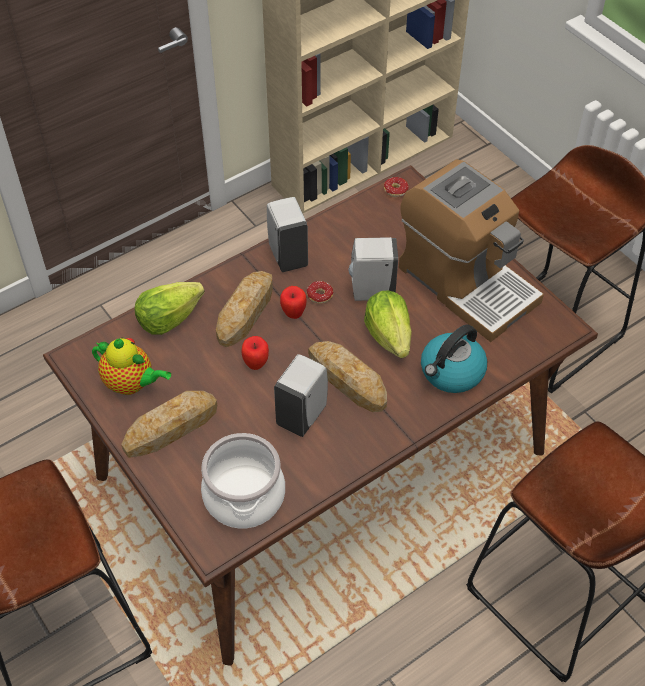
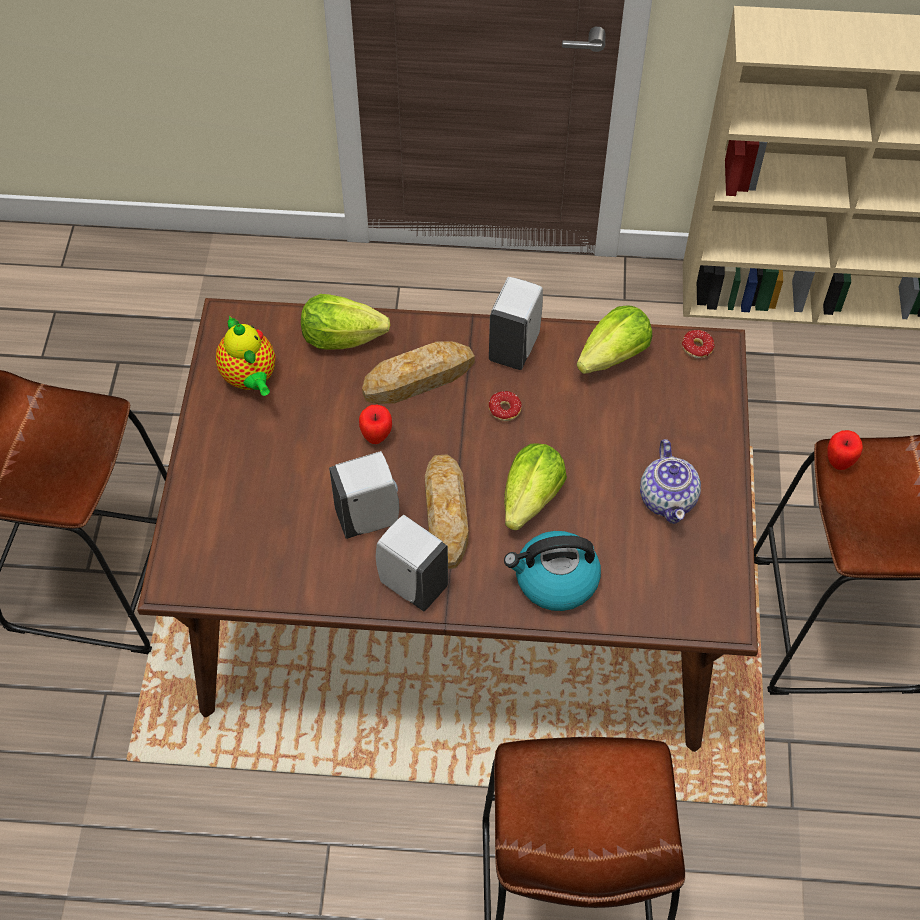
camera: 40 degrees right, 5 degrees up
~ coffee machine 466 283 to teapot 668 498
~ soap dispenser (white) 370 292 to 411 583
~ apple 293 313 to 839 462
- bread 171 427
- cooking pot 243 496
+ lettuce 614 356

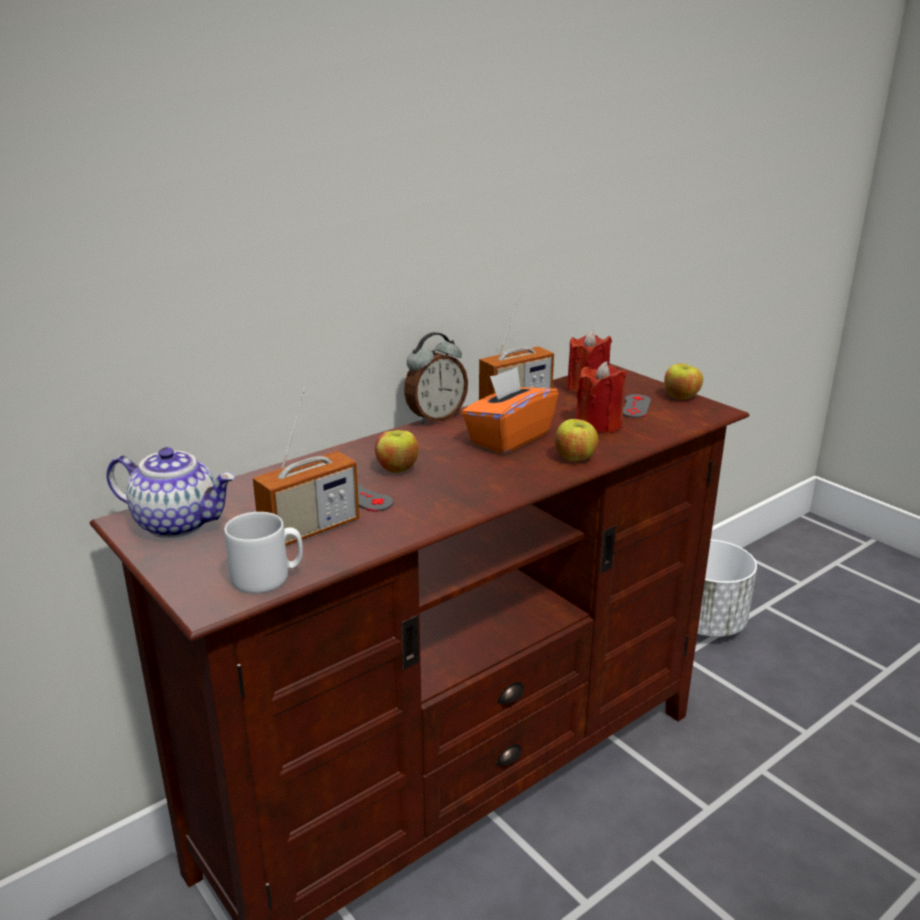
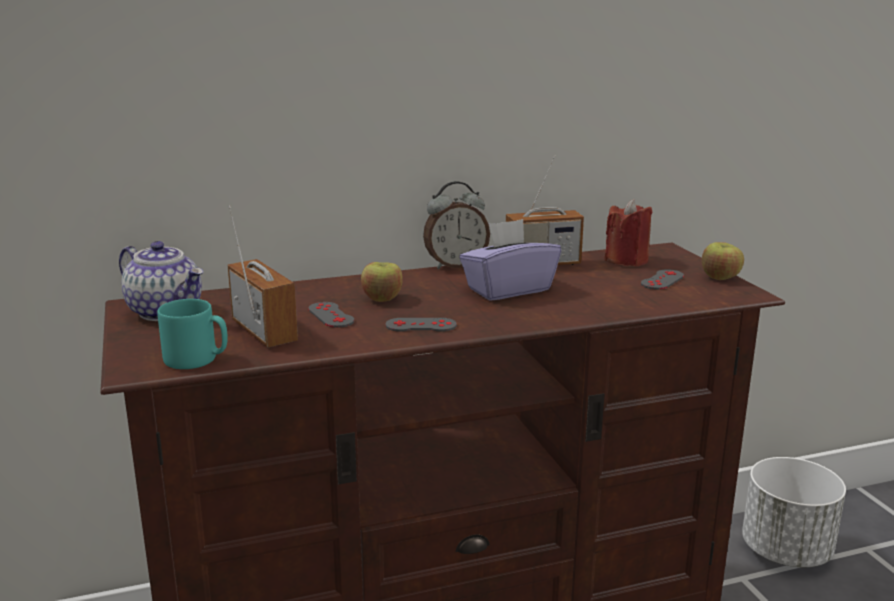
camera: 20 degrees right, 5 degrees down
- candle (red) 599 425
~ tissue box (orange) 508 438 to tissue box (purple) 508 289
~ radio 310 529 = 264 332 105 degrees counterclockwise
- apple 575 458
~ mug (grey) 268 578 to mug (turquoise) 197 360
+ game controller (grey) 421 325

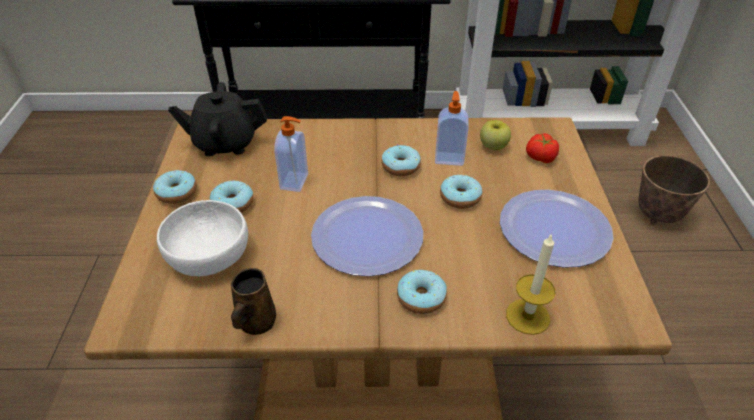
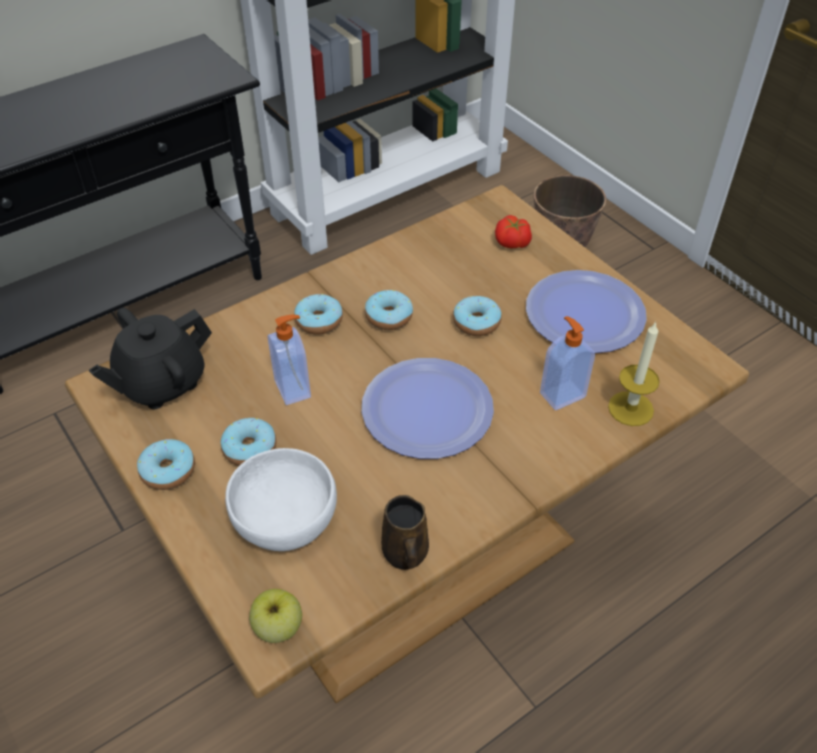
camera: 35 degrees left, 5 degrees up
~ soap dispenser 449 158 to 561 394
~ apple 493 146 to 278 627
~ donut 421 297 to 319 321

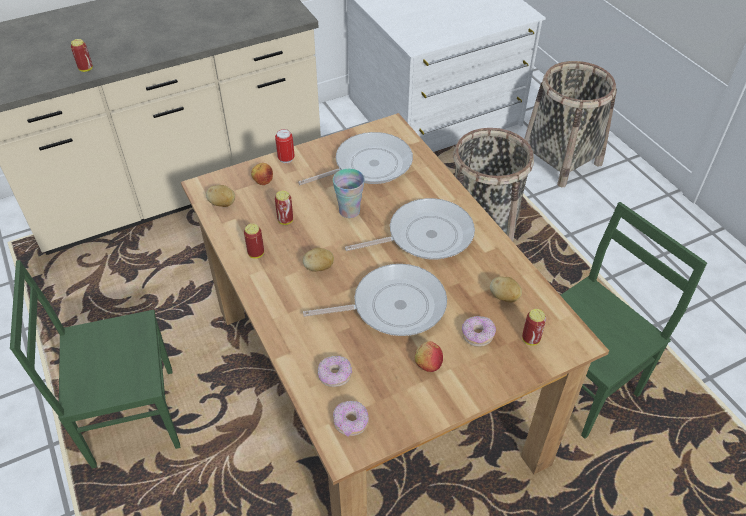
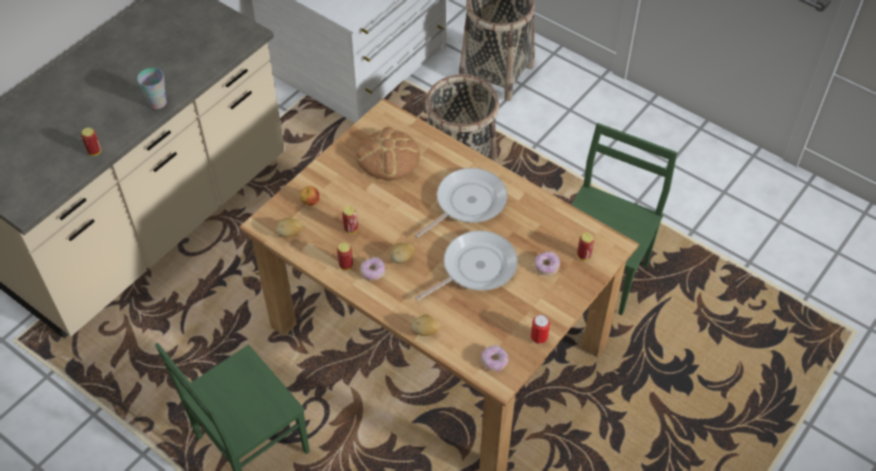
camera: 25 degrees left, 5 degrees up
~ can 286 159 to 539 338
~ frying pan 368 165 to bread 388 156
~ cup 349 211 to 157 103
~ potato 504 297 to 425 331
- apple 428 363
~ donut 334 376 to 373 272

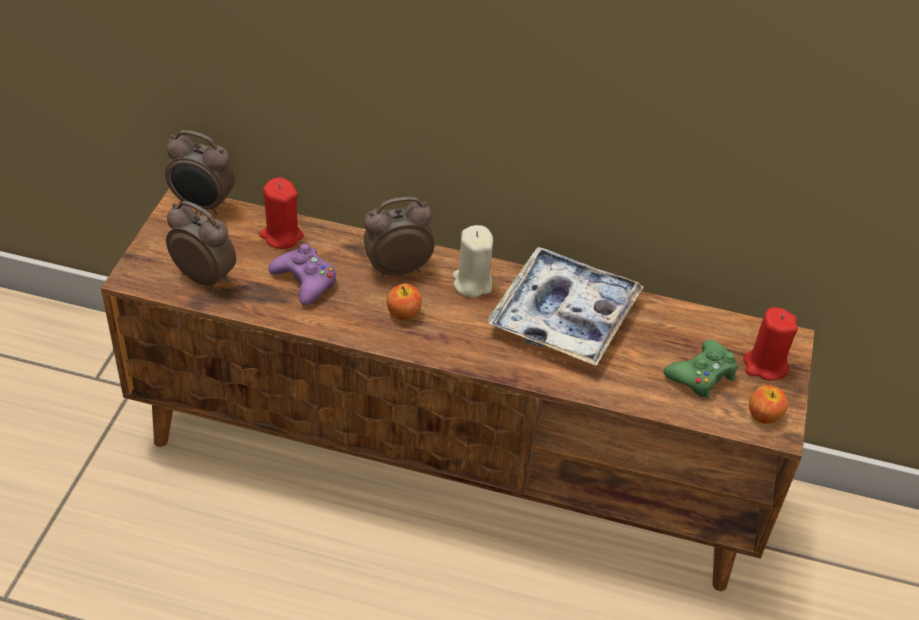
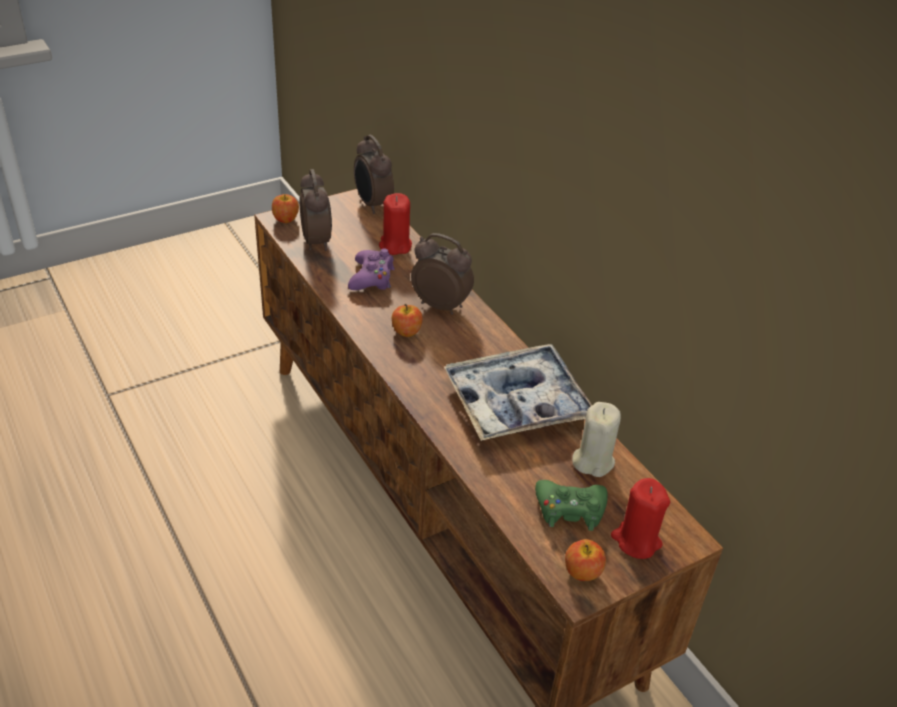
camera: 45 degrees right, 5 degrees down
~ candle (beige) 472 283 to 593 461
+ apple 286 219

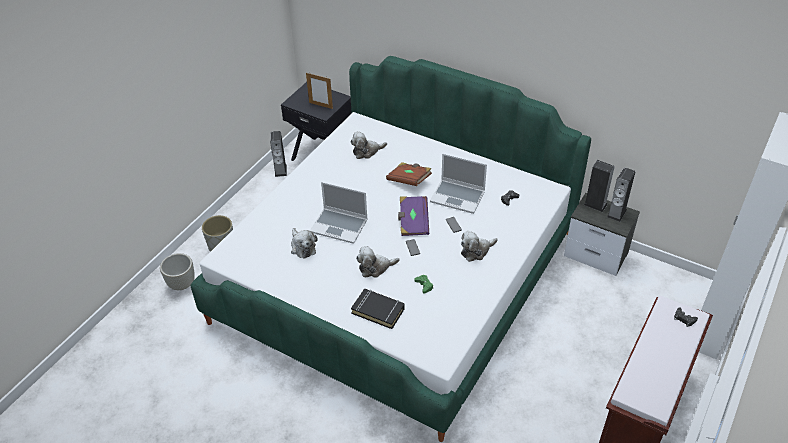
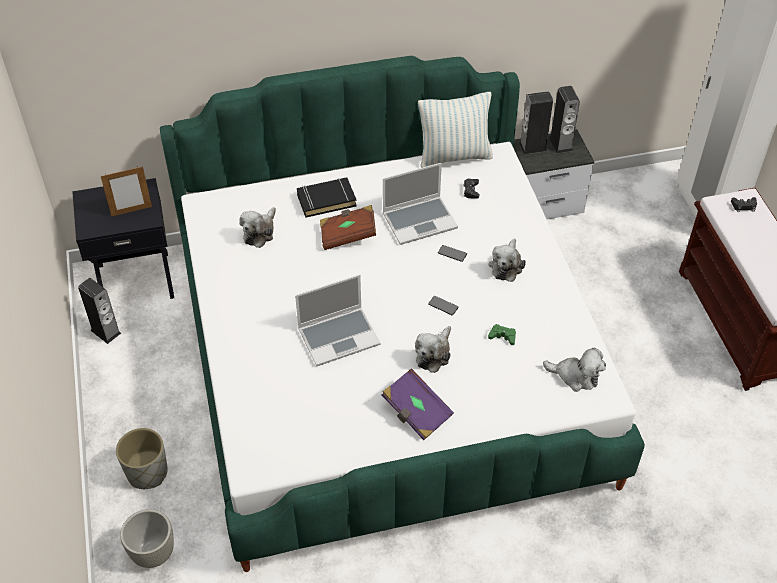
camera: 45 degrees left, 5 degrees up
~ book (purple) 413 222 to 416 412
~ plush toy 302 247 to 576 376
~ book (black) 378 311 to 326 200
+ pillow 454 156

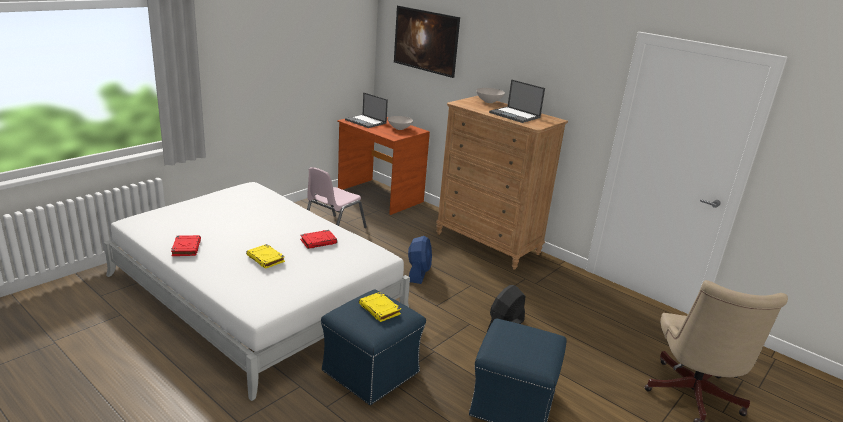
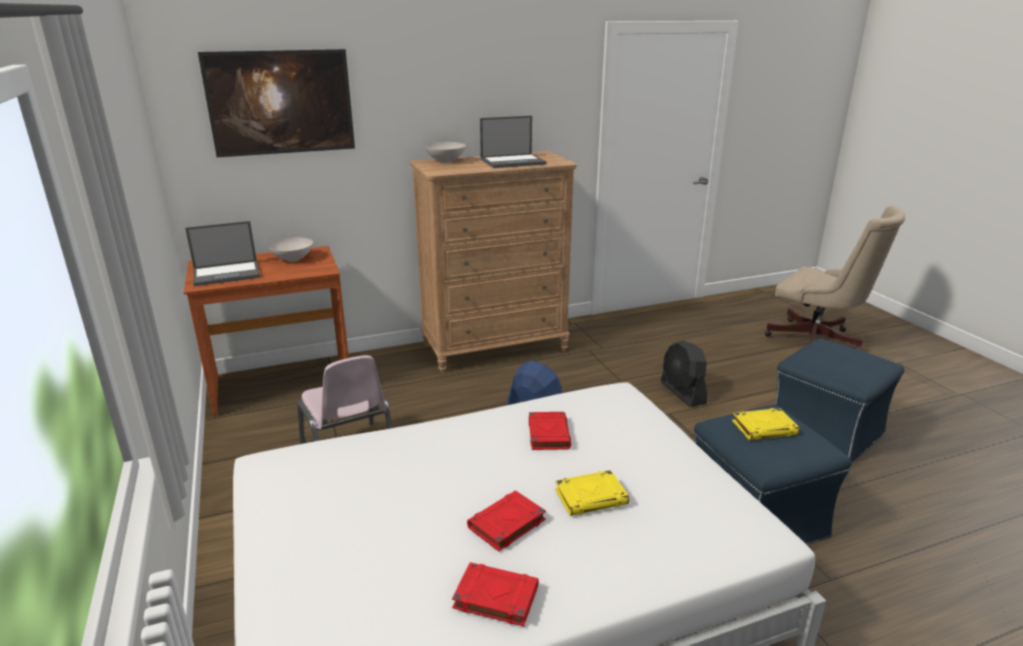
camera: 60 degrees left, 0 degrees up
+ book (red) 506 524

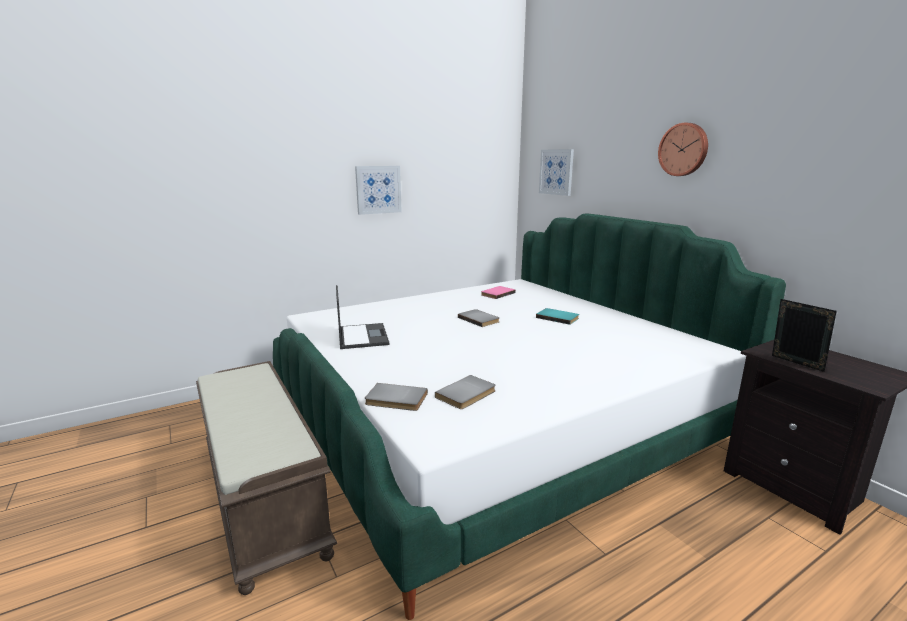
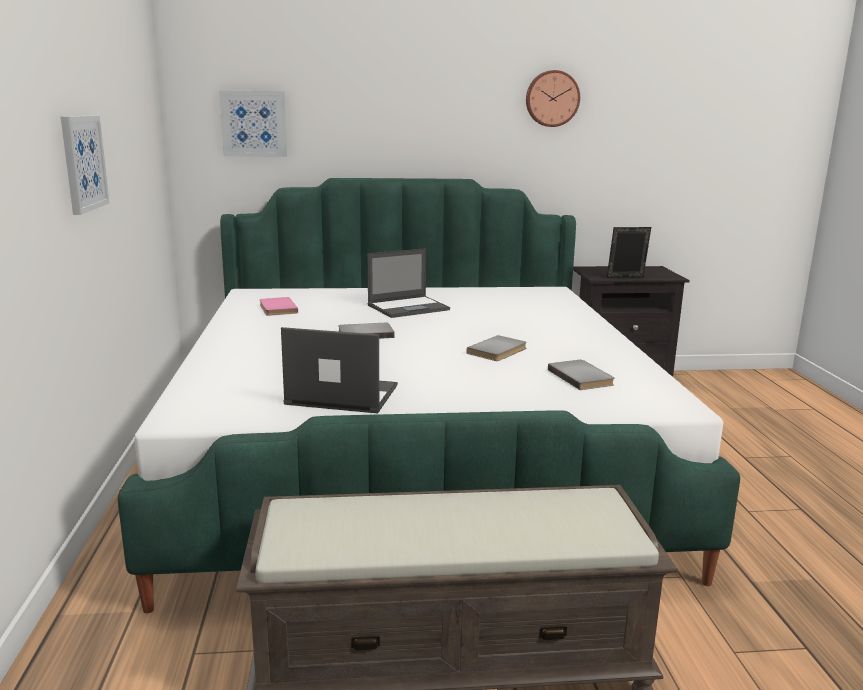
camera: 65 degrees left, 0 degrees up
~ wall clock 684 149 to 552 98
~ book (turquoise) 558 317 to laptop 409 307
~ book (grey) 395 400 to 499 351

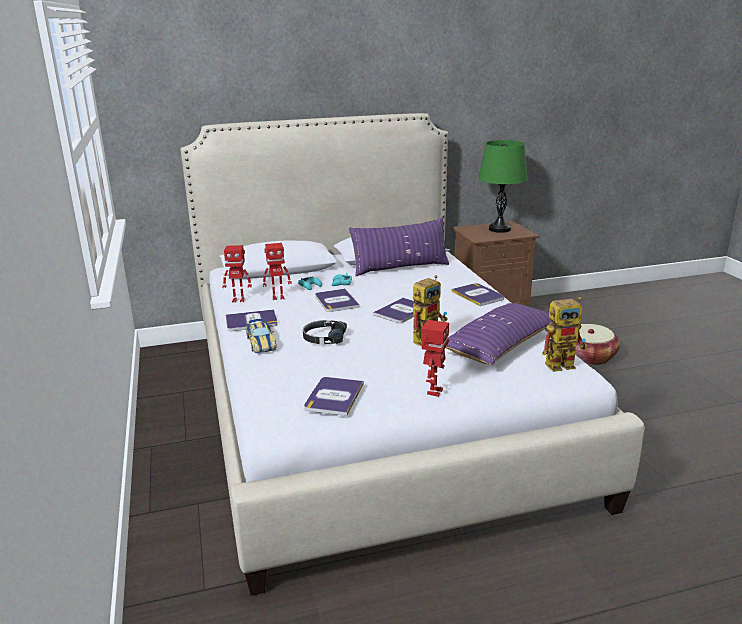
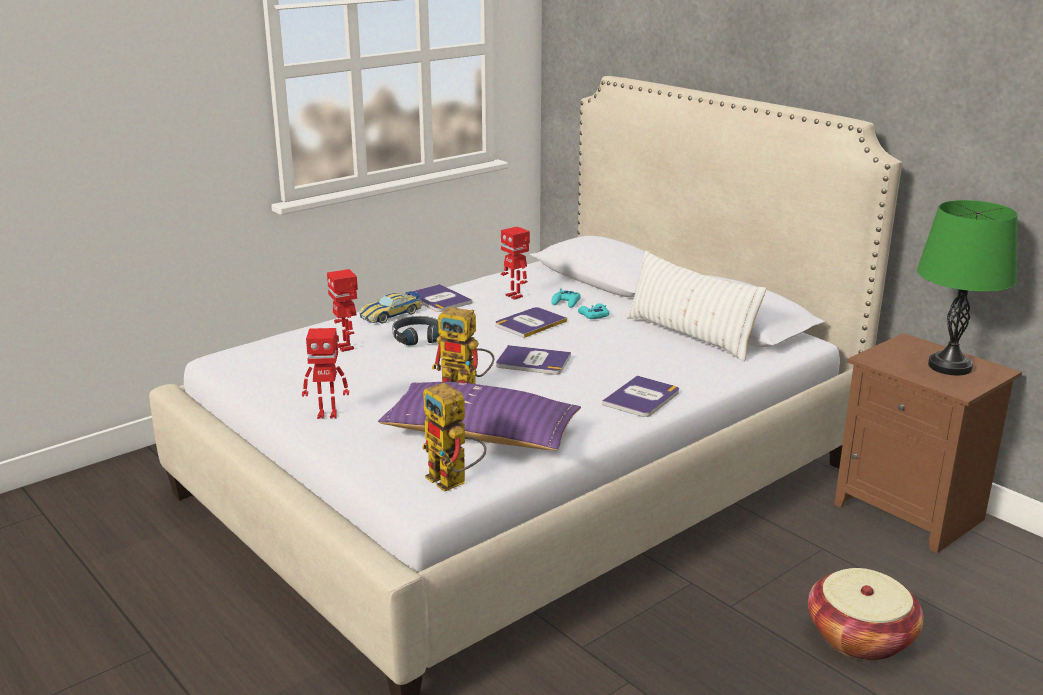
camera: 65 degrees right, 0 degrees up
~ pillow (purple) 400 268 to pillow (white) 689 335
~ toy robot 238 300 to 346 347
- book 334 397

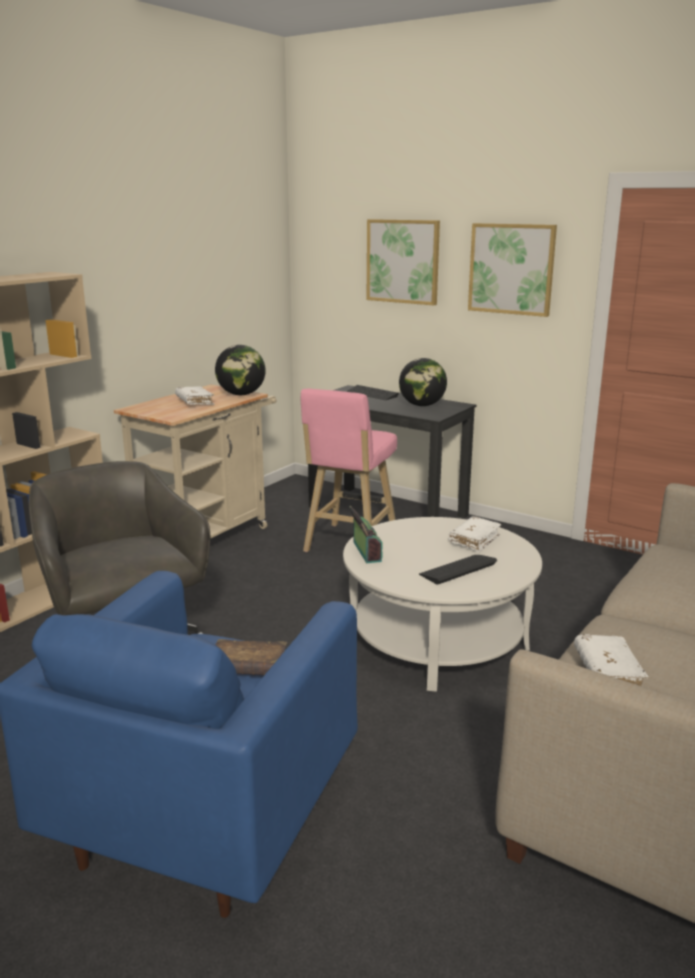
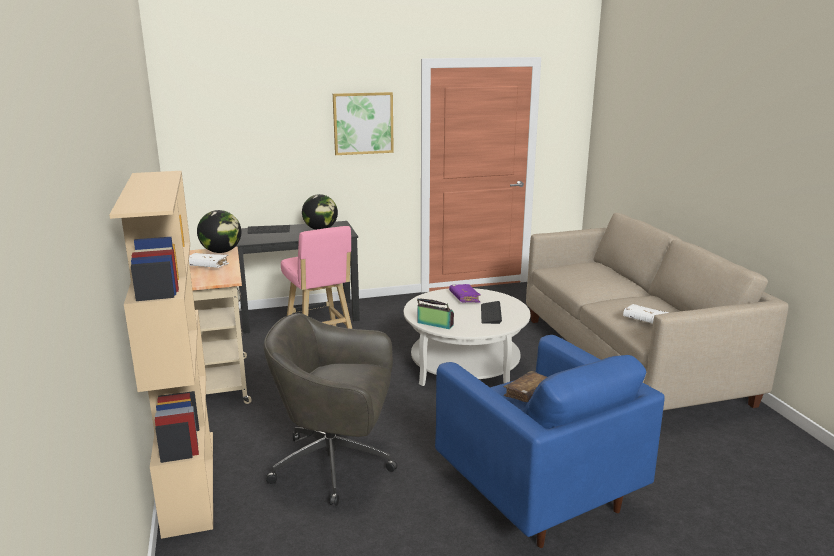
camera: 50 degrees left, 0 degrees up
- picture 403 261
~ book (white) 474 540 to book (purple) 464 298

